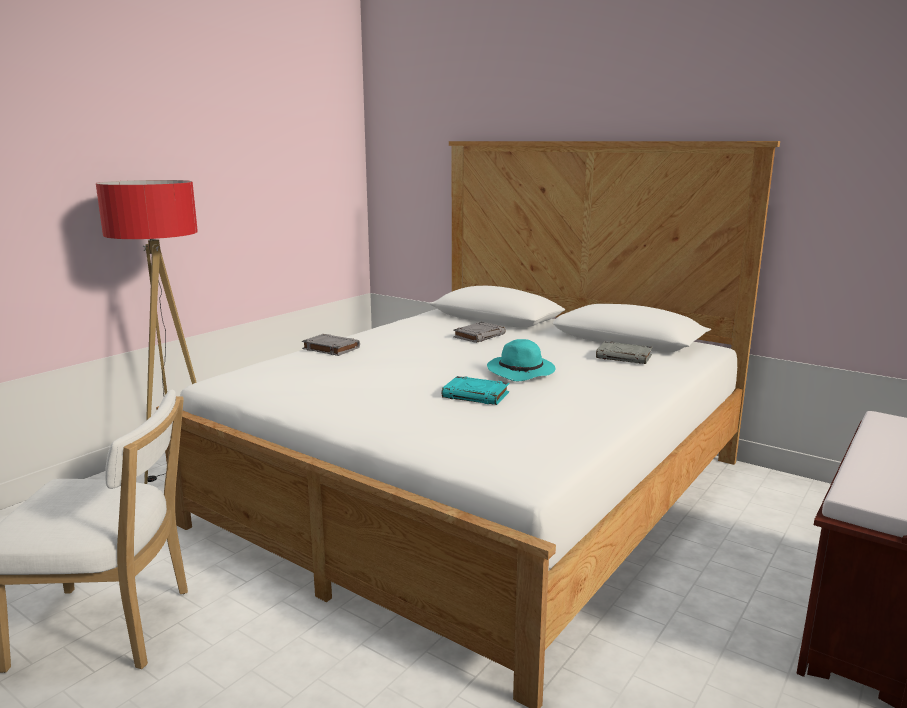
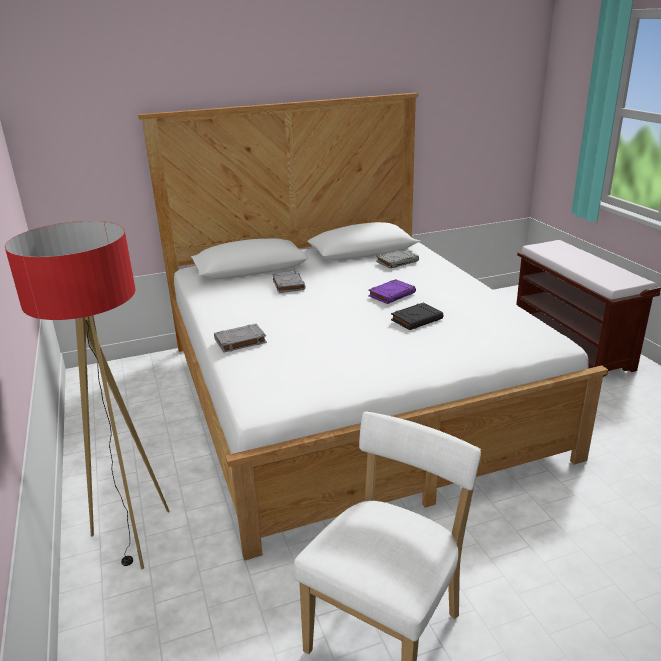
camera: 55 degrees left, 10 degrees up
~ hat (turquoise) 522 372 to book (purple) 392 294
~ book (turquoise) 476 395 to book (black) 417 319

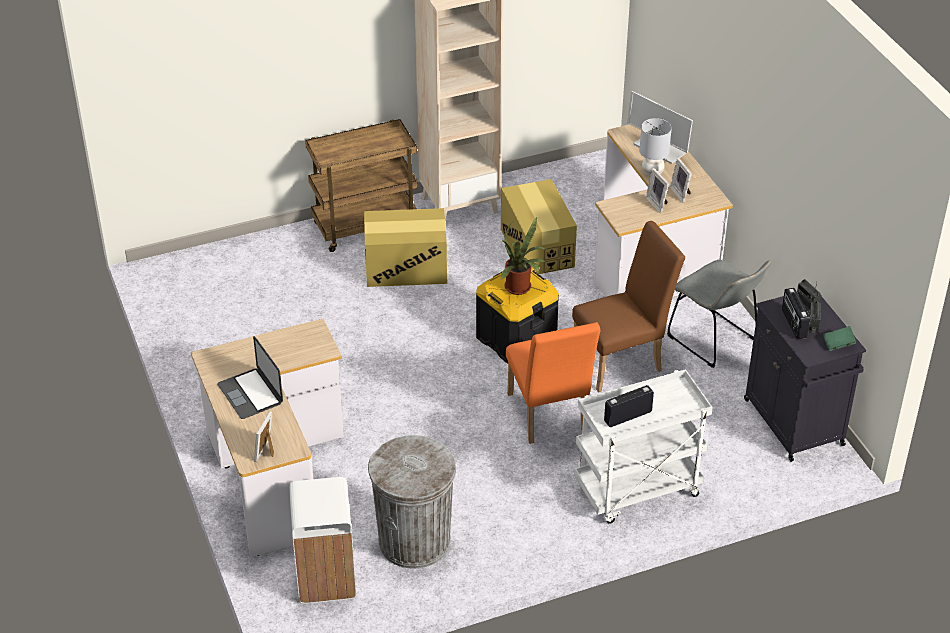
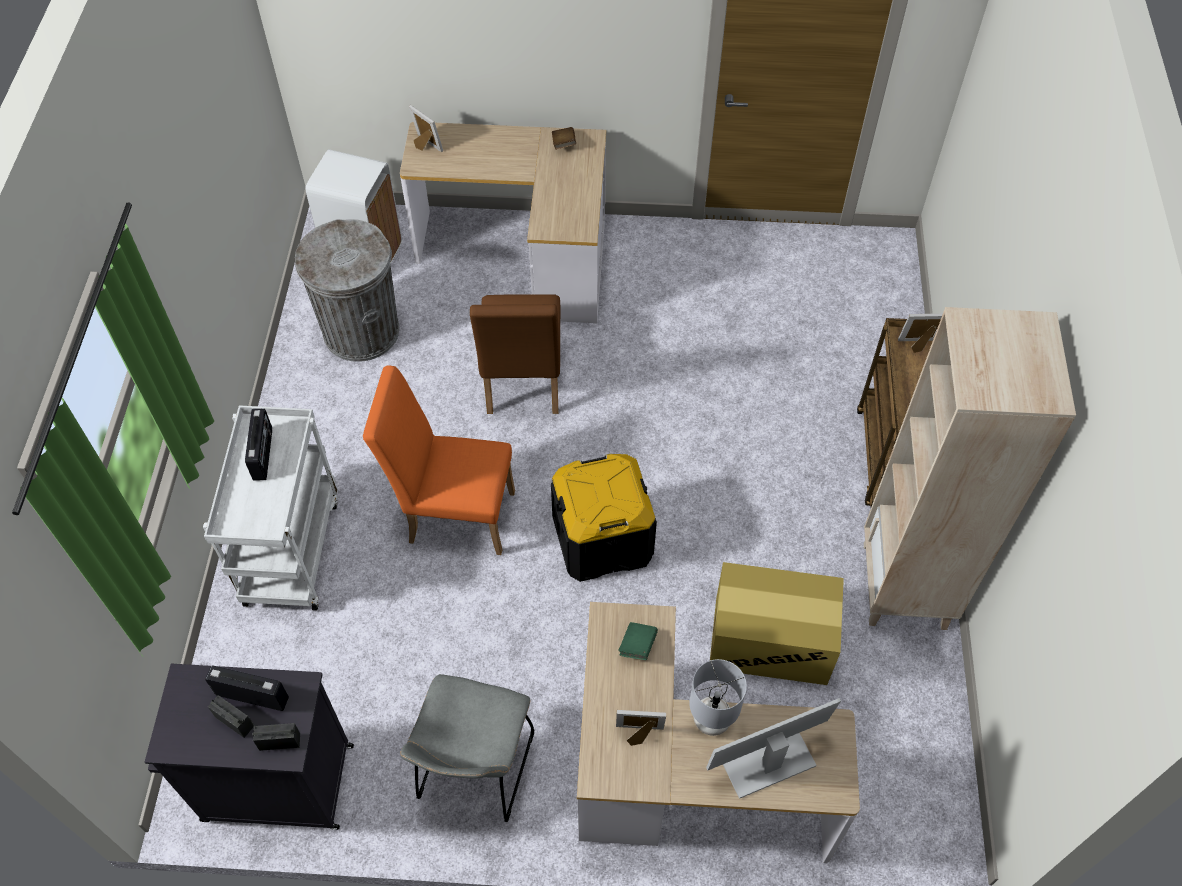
camera: 115 degrees right, 15 degrees up
~ picture frame 658 203 to 918 345
- cardboard box 406 268
- potted plant 520 288
~ chair (brown) 623 361 to 522 386
~ chair (grey) 715 341 = 474 772 60 degrees counterclockwise
~ book (green) 838 344 to 637 646
- laptop 250 393
+ book (brown) 563 144

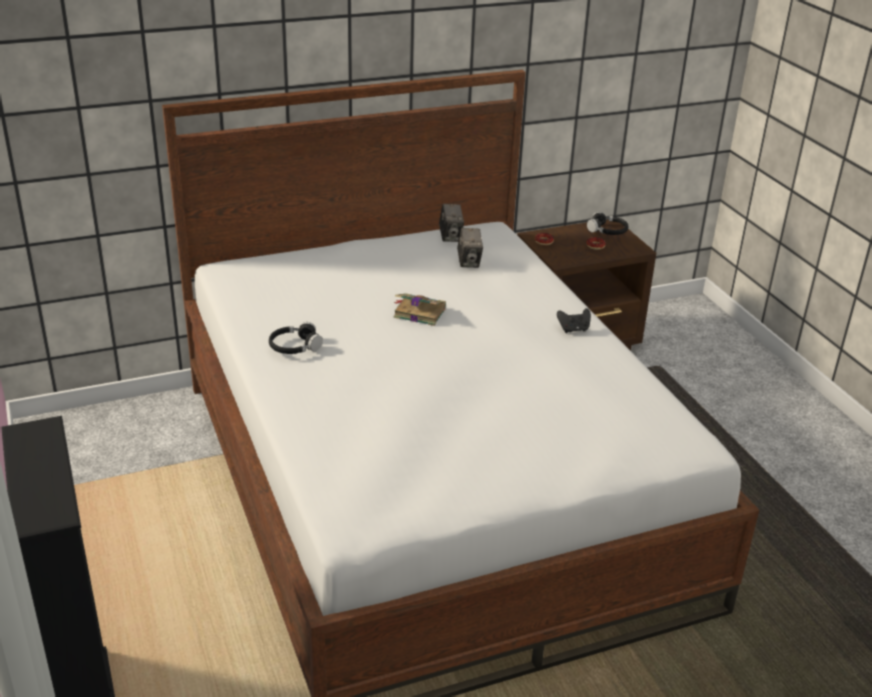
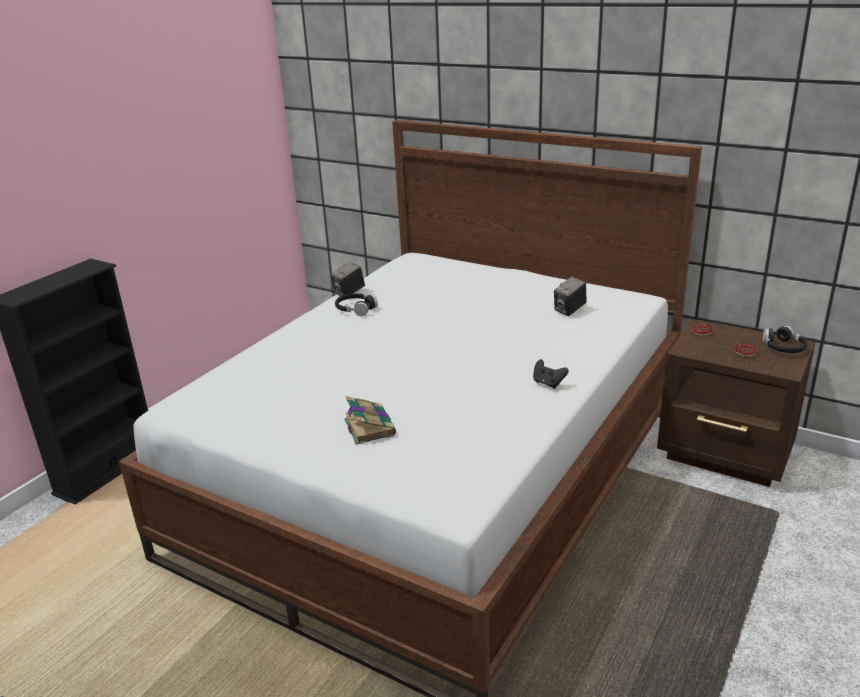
camera: 55 degrees right, 5 degrees down
~ photo camera 450 237 to 349 293
~ book 418 312 to 369 426

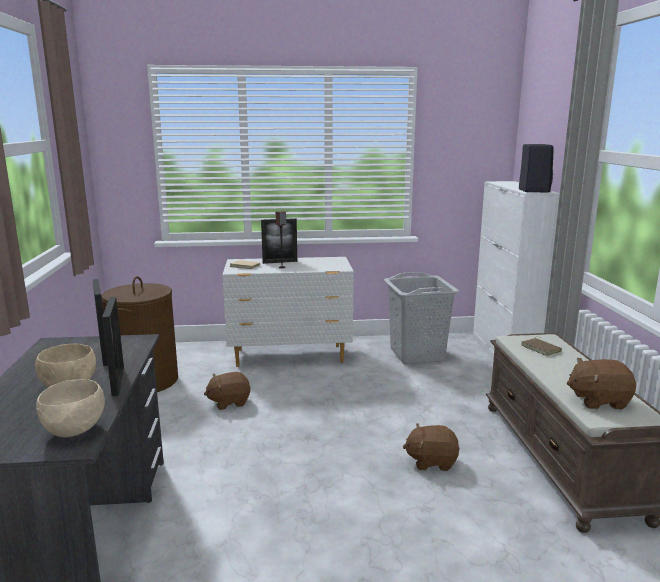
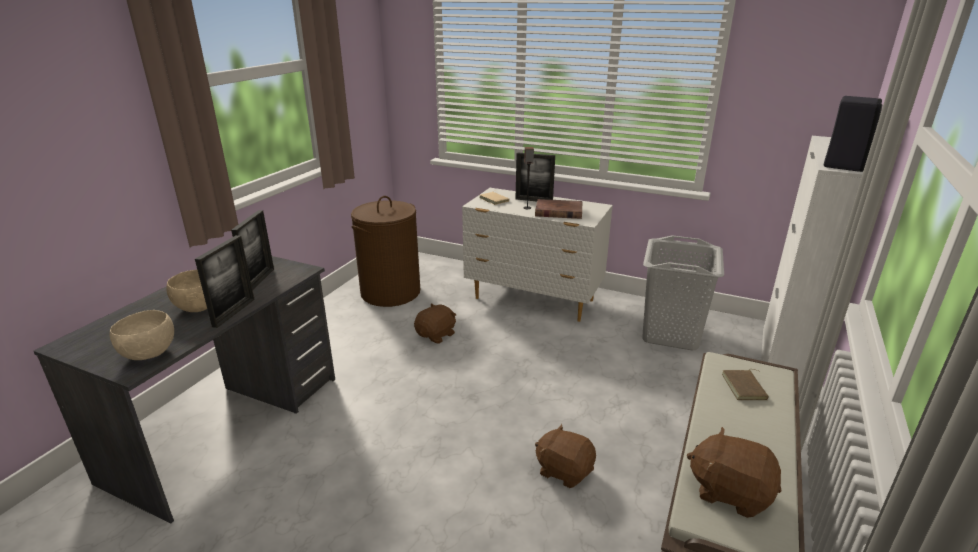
camera: 30 degrees right, 10 degrees up
~ plush toy (brown) 229 402 = 436 335 120 degrees clockwise
+ book (brown) 558 212

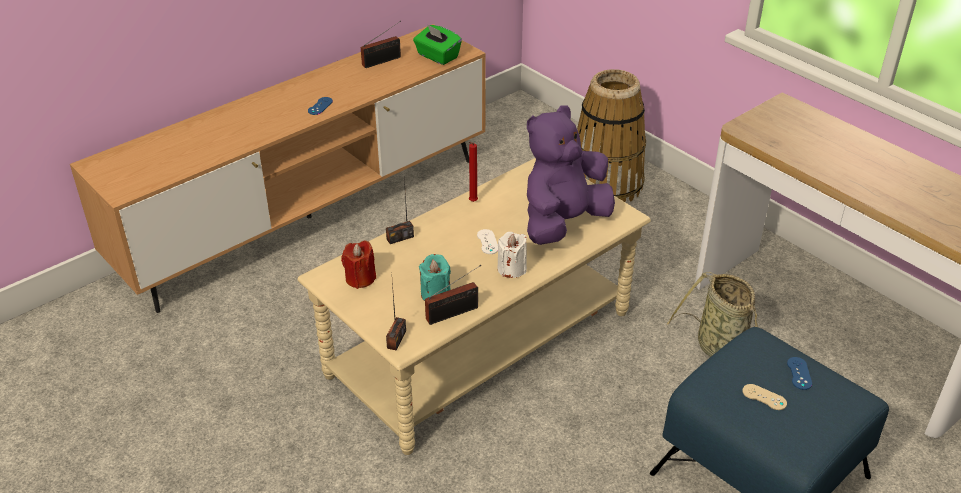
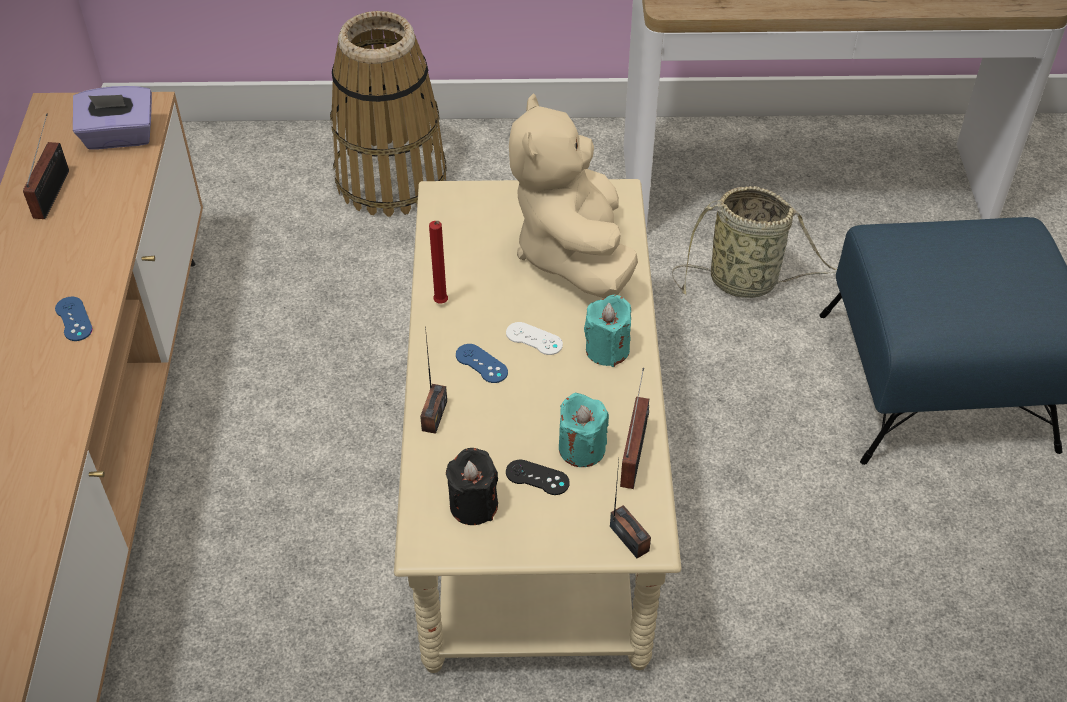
camera: 50 degrees left, 10 degrees up
~ tissue box (green) 437 56 to tissue box (purple) 119 137
~ plush toy (purple) 563 223 to plush toy (beige) 572 253
~ candle (white) 512 269 to candle (turquoise) 607 349
~ candle (red) 360 278 to candle (black) 473 505
~ game controller (blue) 799 373 to 481 363
- game controller (beige) 764 397
+ game controller (black) 537 477

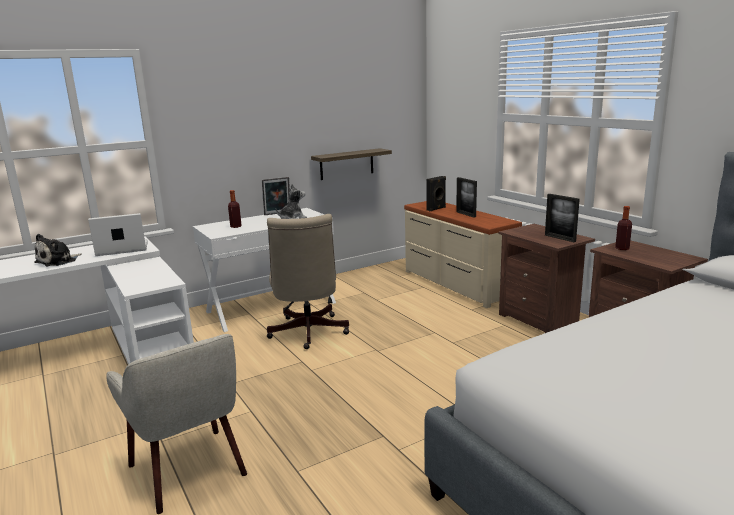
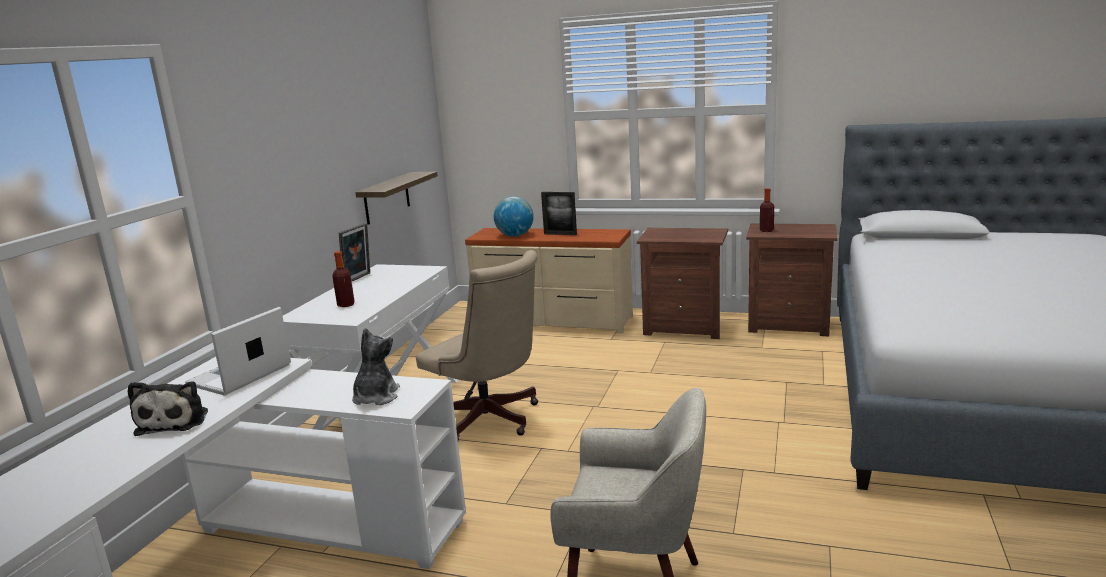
camera: 40 degrees left, 0 degrees up
~ speaker (black) 436 209 to globe 515 235
~ plush toy 292 219 to 375 397
- picture frame 560 238

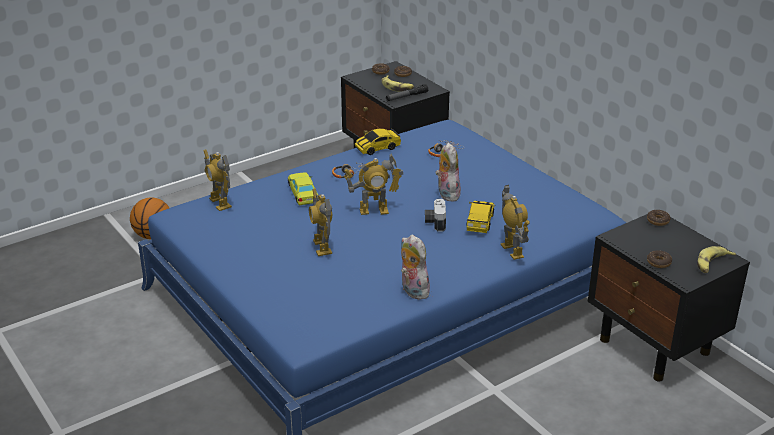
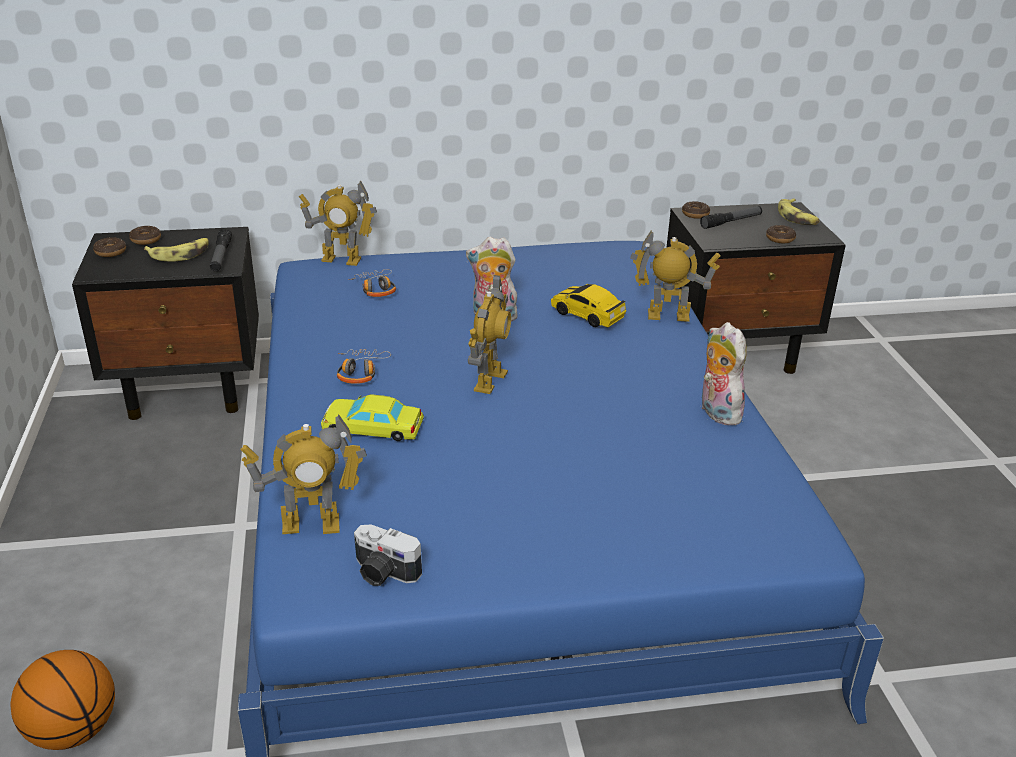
camera: 65 degrees left, 0 degrees up
- toy car 377 148
~ toy robot 322 247 to 341 260
~ photo camera 435 222 to 383 573
~ plush toy 412 291 = 716 412 75 degrees clockwise
+ flashlight 731 222

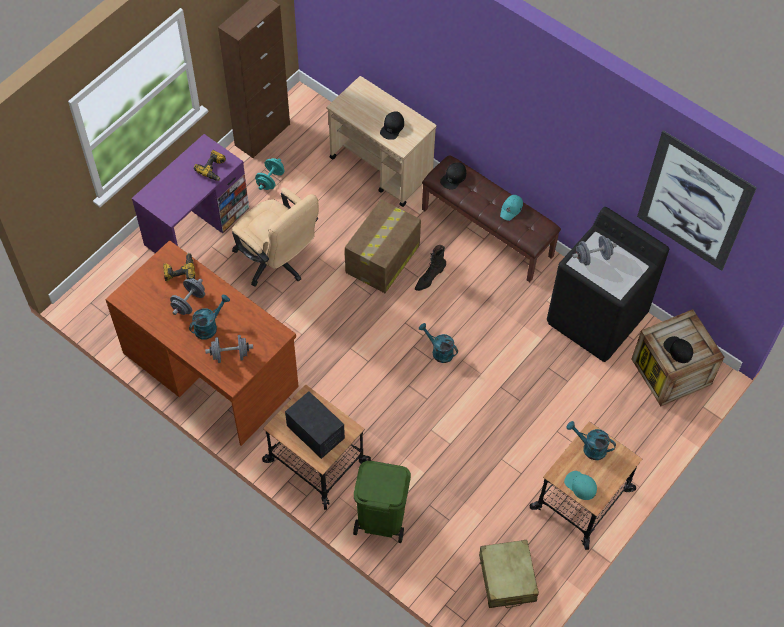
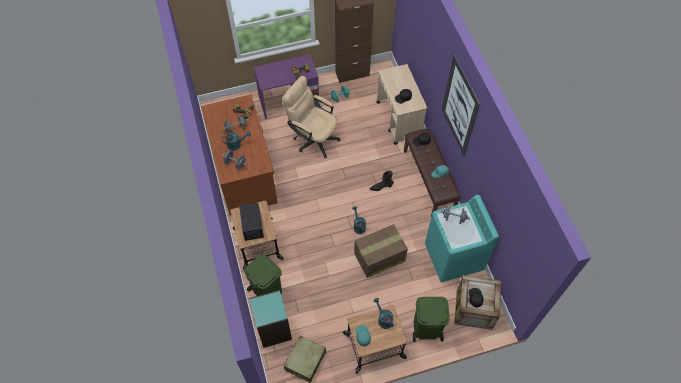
camera: 35 degrees right, 0 degrees up
~ picture 694 202 to 459 106
~ office chair (beige) 277 262 = 313 138 135 degrees clockwise
~ cardboard box 382 259 to 378 257
~ washing machine (black) 597 319 to washing machine (turquoise) 453 257
+ bookcase (turquoise) 273 329
+ trash can (green) 426 328

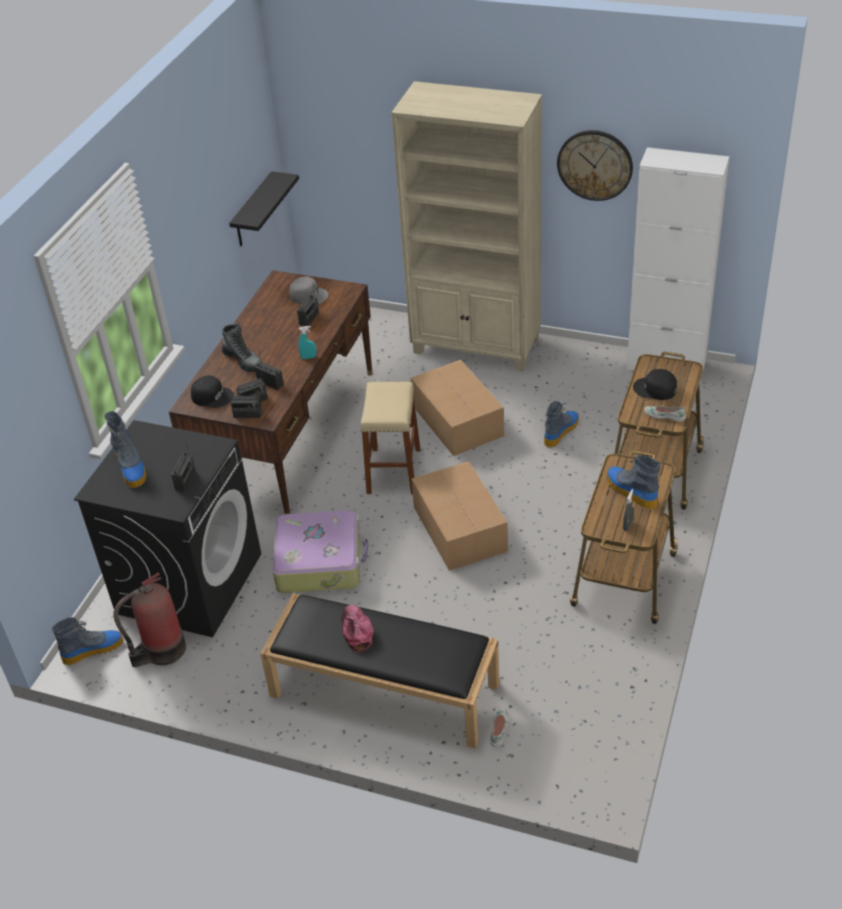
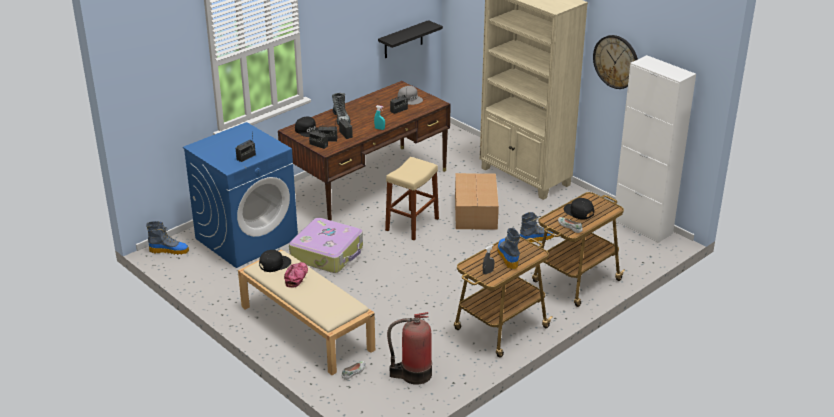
camera: 25 degrees right, 10 degrees down
- boot 131 468
~ washing machine (black) 189 583 to washing machine (blue) 247 238
- cardboard box 459 530
~ fire extinguisher 162 651 to 413 374
~ bench (black) 382 690 to bench (beige) 305 327
+ cap (black) 274 263

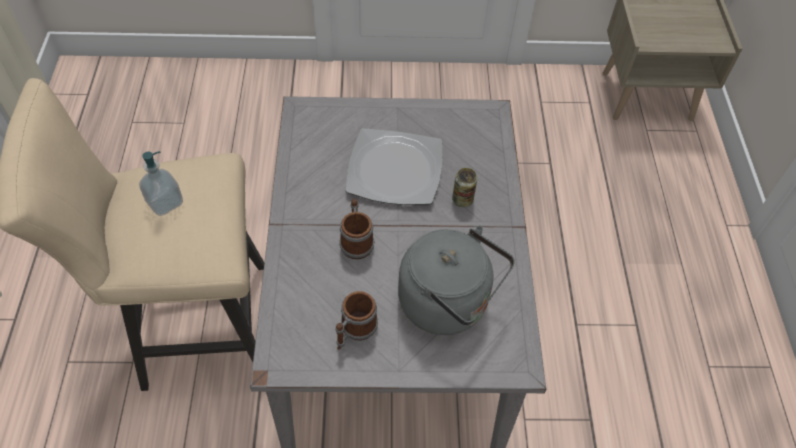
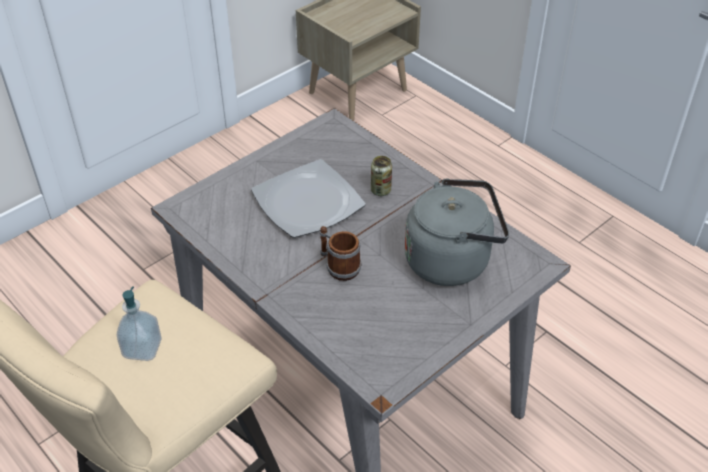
camera: 40 degrees left, 10 degrees down
- mug 354 331

